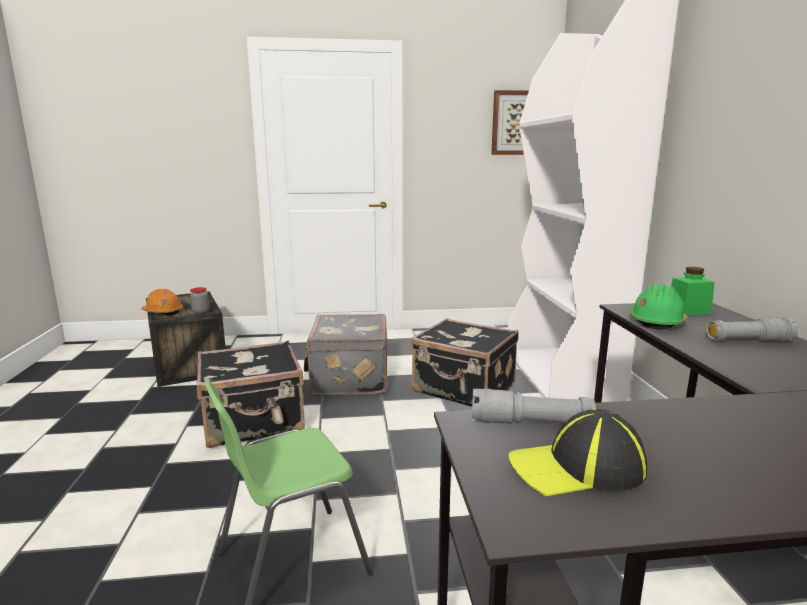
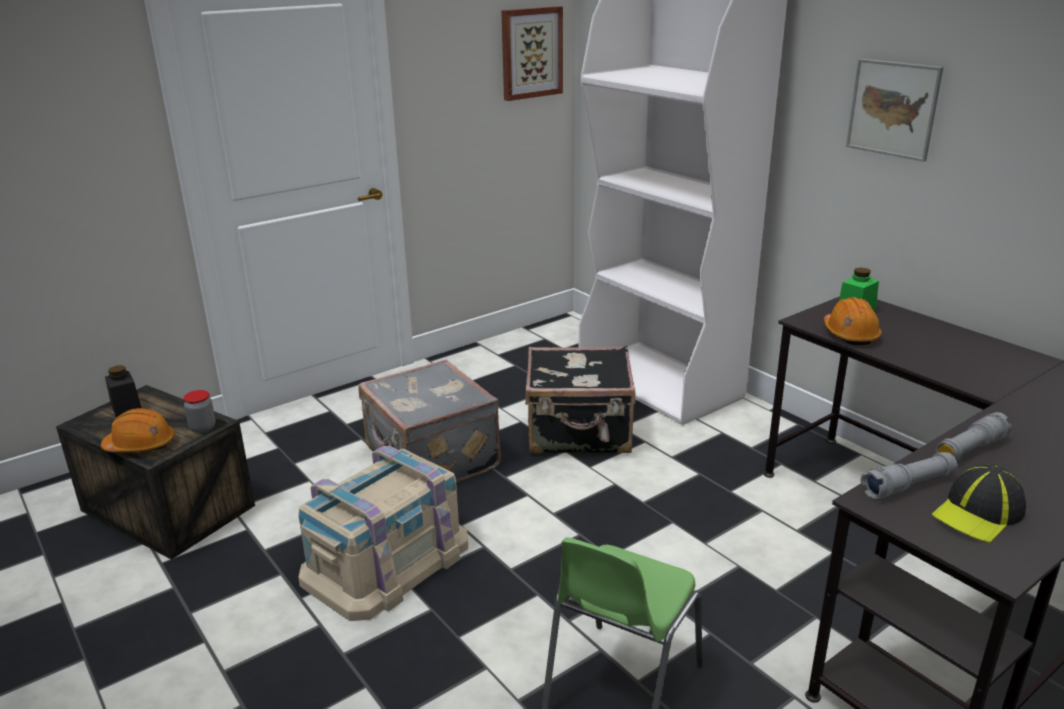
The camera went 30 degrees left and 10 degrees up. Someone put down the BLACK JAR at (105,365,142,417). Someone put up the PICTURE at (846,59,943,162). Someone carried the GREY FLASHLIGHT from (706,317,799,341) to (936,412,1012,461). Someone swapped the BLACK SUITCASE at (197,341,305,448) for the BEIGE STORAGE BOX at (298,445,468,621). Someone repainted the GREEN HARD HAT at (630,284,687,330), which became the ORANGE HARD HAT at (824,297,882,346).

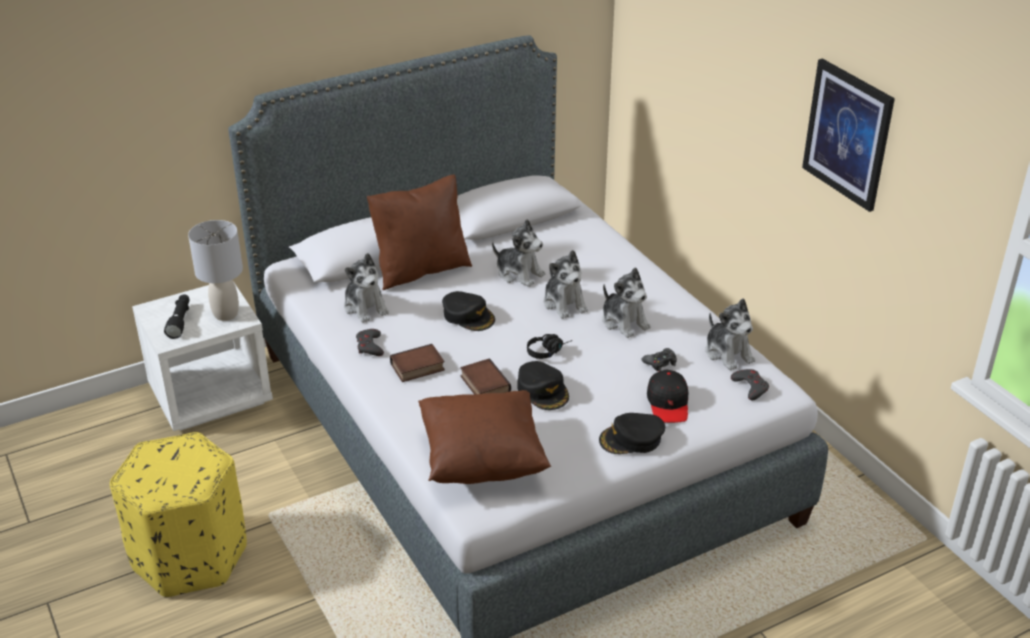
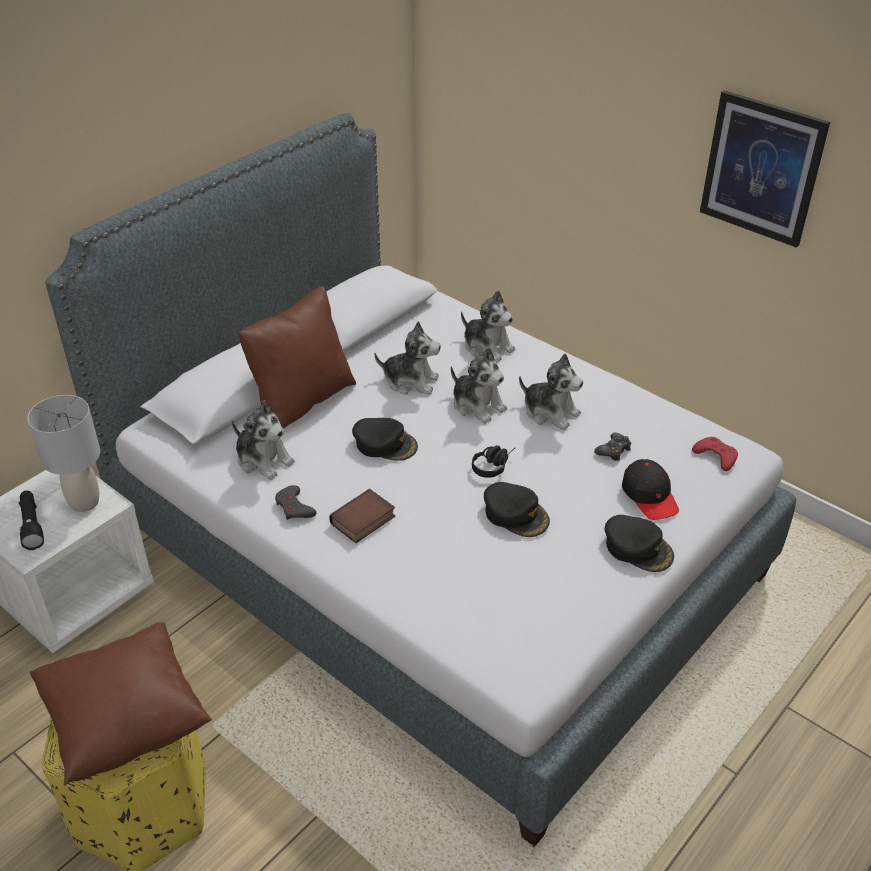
The camera went 20 degrees left and 5 degrees up. Someone took away the BOOK at (460,358,511,395). Someone carried the BROWN PILLOW from (418,390,551,484) to (30,622,212,786). Someone carried the PLUSH TOY from (706,299,755,370) to (461,290,515,363). Someone repainted the GREY GAME CONTROLLER at (731,369,769,401), which became the RED GAME CONTROLLER at (692,437,738,471). Someone rotated the BLACK CAP at (599,413,665,454) by 105 degrees counterclockwise.

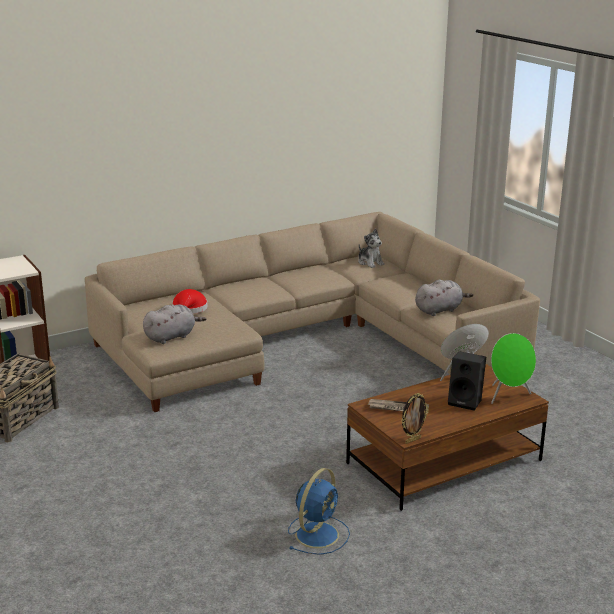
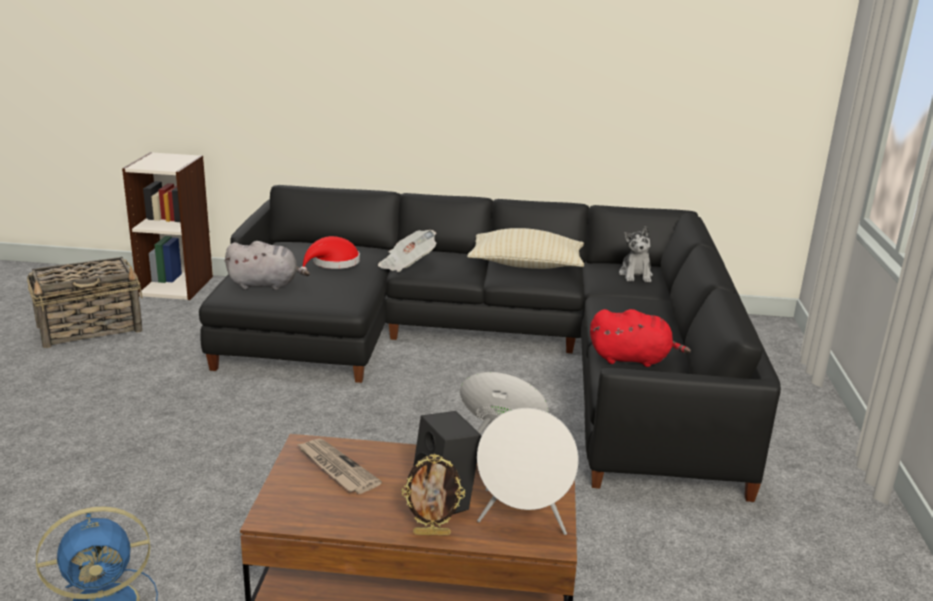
The camera went 35 degrees right and 0 degrees up. Someone put down the NEWSPAPER at (378,230,437,272). Someone put down the BEIGE PILLOW at (467,228,584,269). Someone carried the PICTURE FRAME from (401,393,429,444) to (402,454,465,536). Someone repainted the BEIGE SOFA at (85,212,540,412), which became the BLACK SOFA at (199,185,781,502). Someone repainted the GREY PLUSH TOY at (415,280,473,316), which became the RED PLUSH TOY at (590,309,691,367). Someone repainted the GREEN SPEAKER at (491,333,536,404), which became the WHITE SPEAKER at (477,408,579,535).

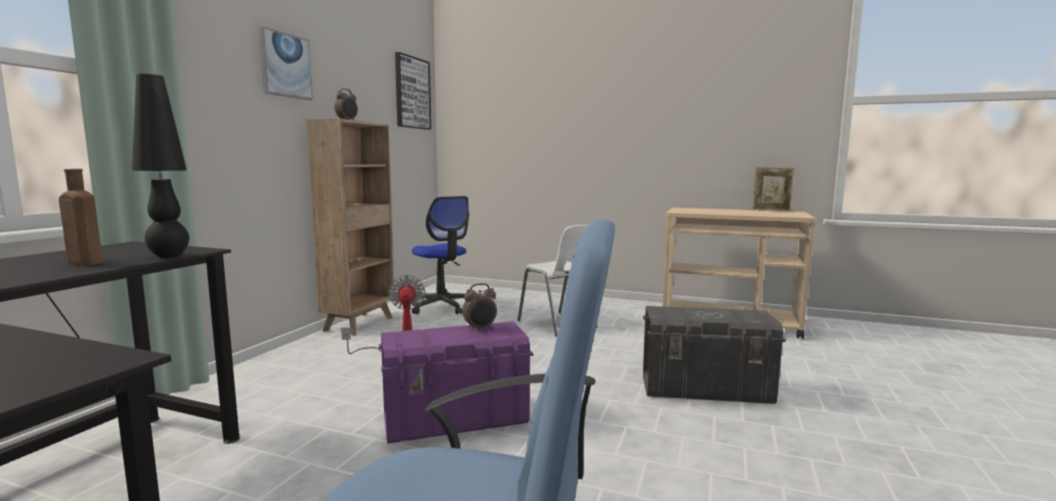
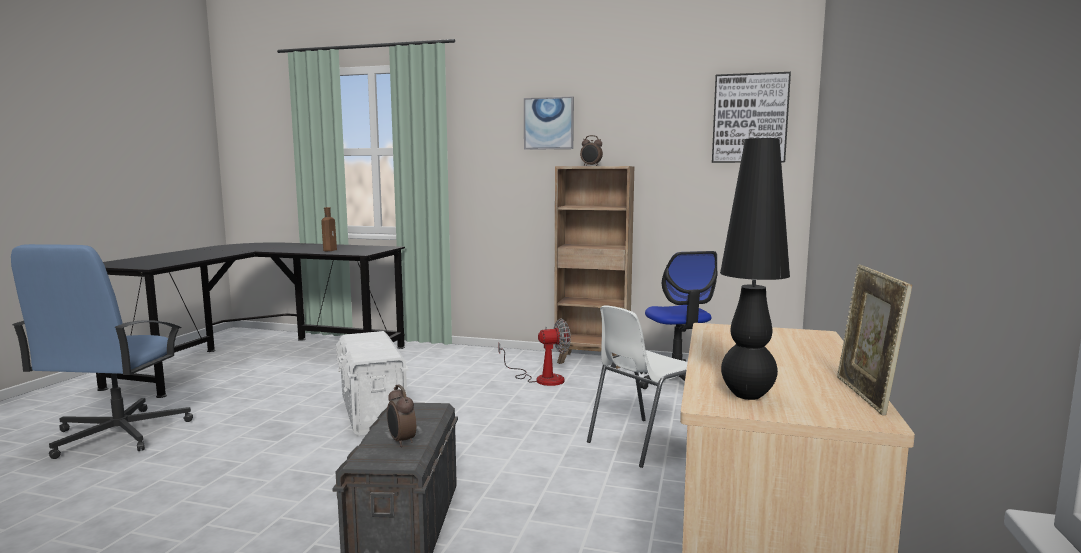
The camera went 85 degrees right and 0 degrees up. Someone carried the BLACK TABLE LAMP from (132,74,189,258) to (720,138,790,400). Someone carried the ALARM CLOCK from (462,283,497,331) to (387,384,416,447). Someone repainted the PURPLE STORAGE BOX at (379,321,533,444), which became the WHITE STORAGE BOX at (336,331,409,436). Someone rotated the OFFICE CHAIR at (411,196,469,314) by 60 degrees counterclockwise.

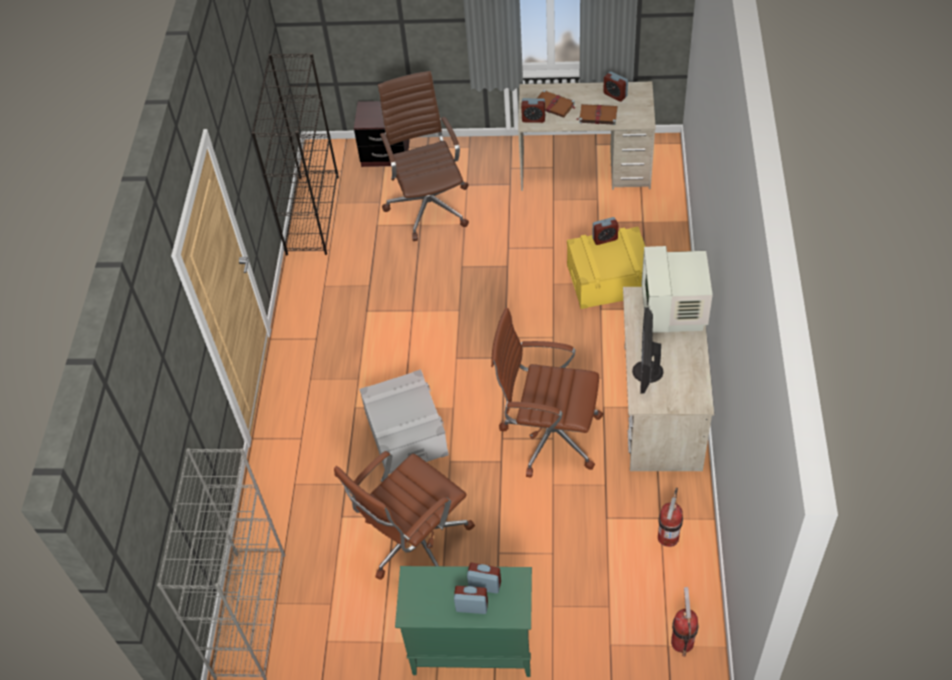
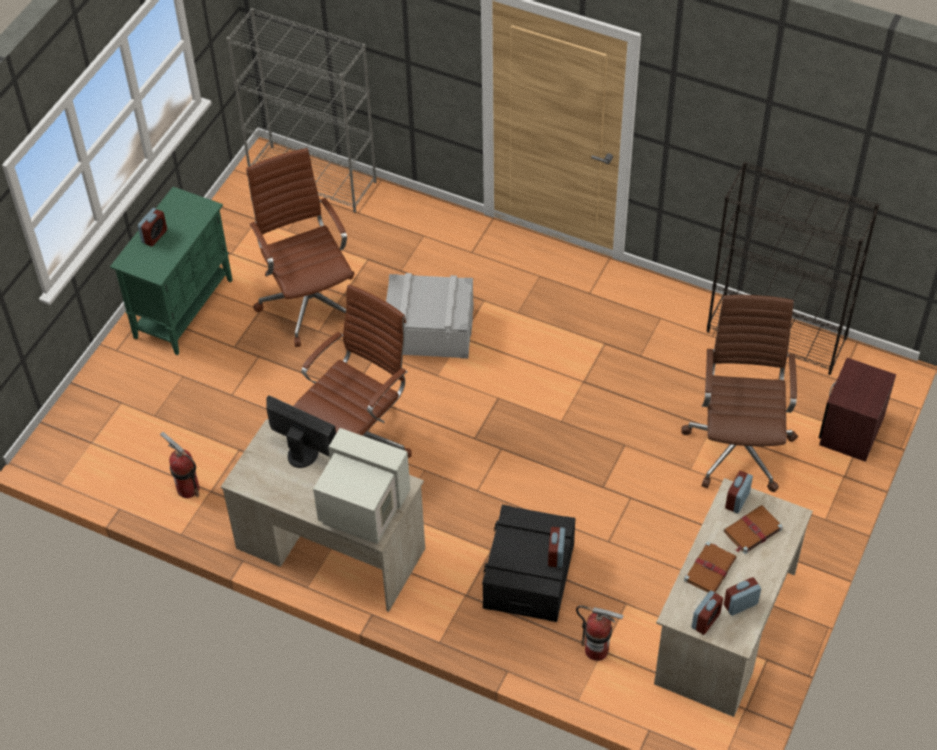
The camera went 110 degrees right and 0 degrees up. Someone carried the ALARM CLOCK from (467,563,501,594) to (692,590,723,635). Someone carried the FIRE EXTINGUISHER from (671,587,698,657) to (576,605,624,661). Someone repainted the YELLOW STORAGE BOX at (567,227,646,309), which became the BLACK STORAGE BOX at (482,505,575,622). Someone rotated the BROWN OFFICE CHAIR at (378,71,469,241) by 90 degrees counterclockwise.

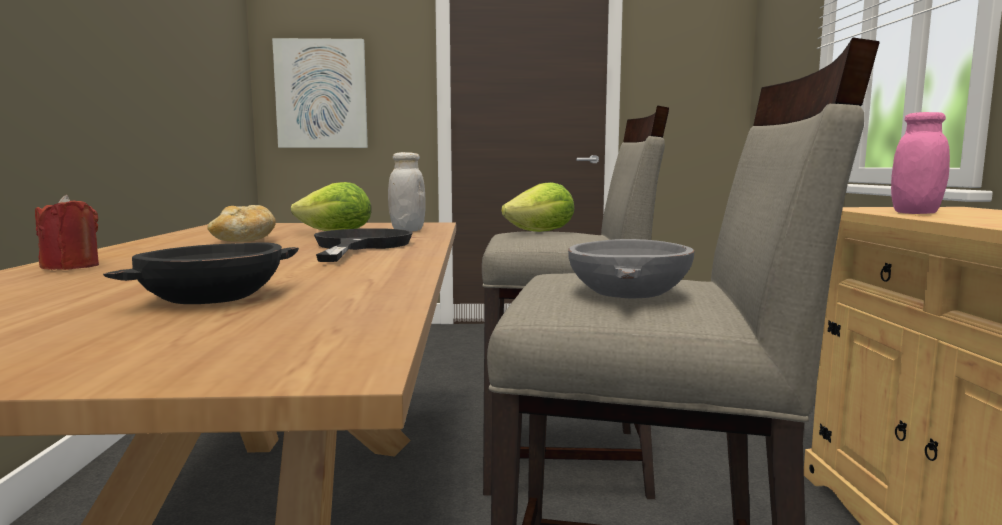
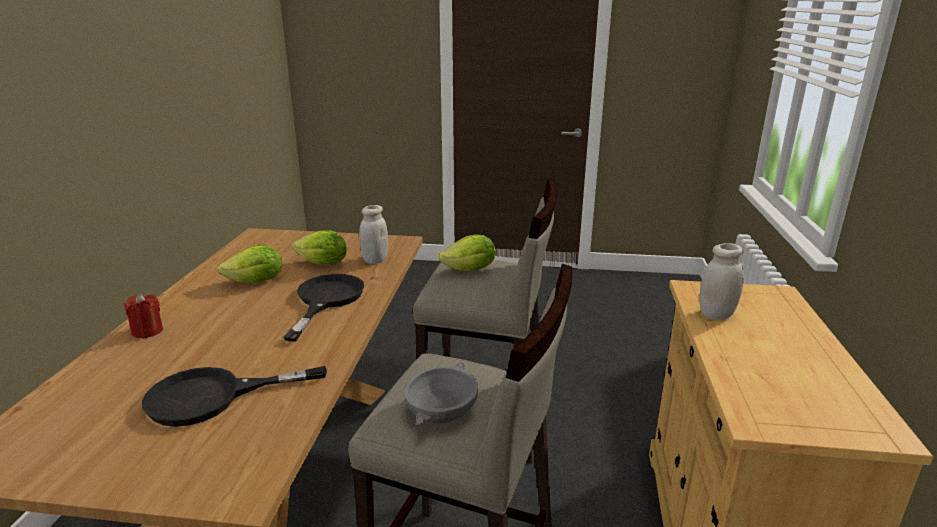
The camera went 10 degrees right and 15 degrees up. Someone took away the PICTURE at (272,38,368,148). Someone swapped the BLACK BOWL at (103,242,299,304) for the BLACK FRYING PAN at (142,366,327,427). Someone swapped the BREAD at (207,205,276,242) for the LETTUCE at (217,245,282,283). Someone repainted the PINK JAR at (891,112,950,214), which became the WHITE JAR at (699,243,744,320).

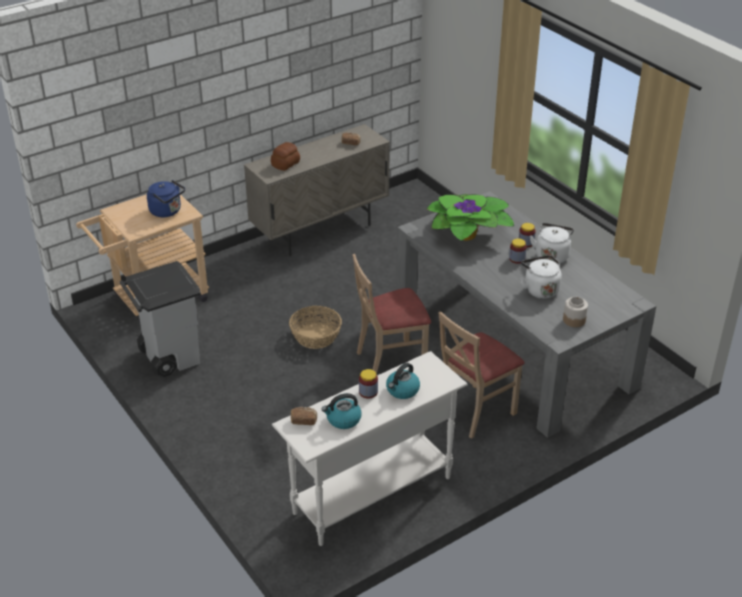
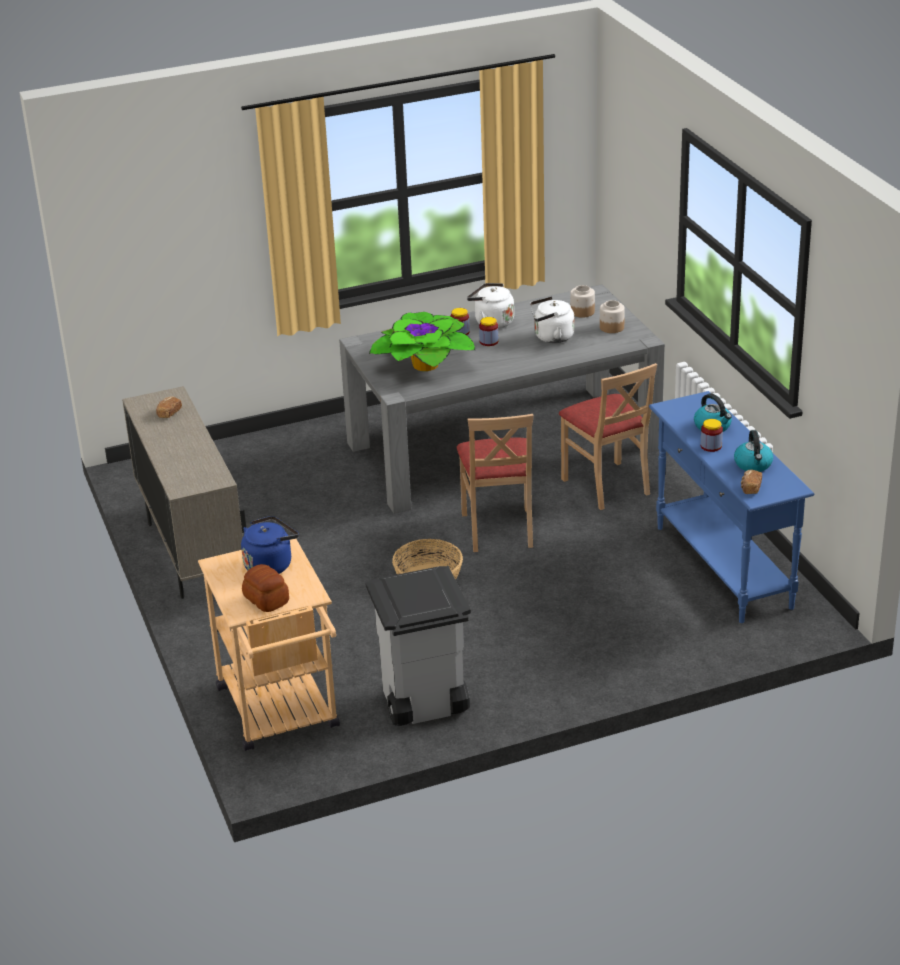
The camera went 75 degrees left and 5 degrees down. Someone put down the JAR at (570,285,595,318). Someone carried the BREAD from (271,142,300,171) to (242,564,289,612). Someone repainted the WHITE CONSOLE TABLE at (272,351,468,546), which became the BLUE CONSOLE TABLE at (649,391,814,623).

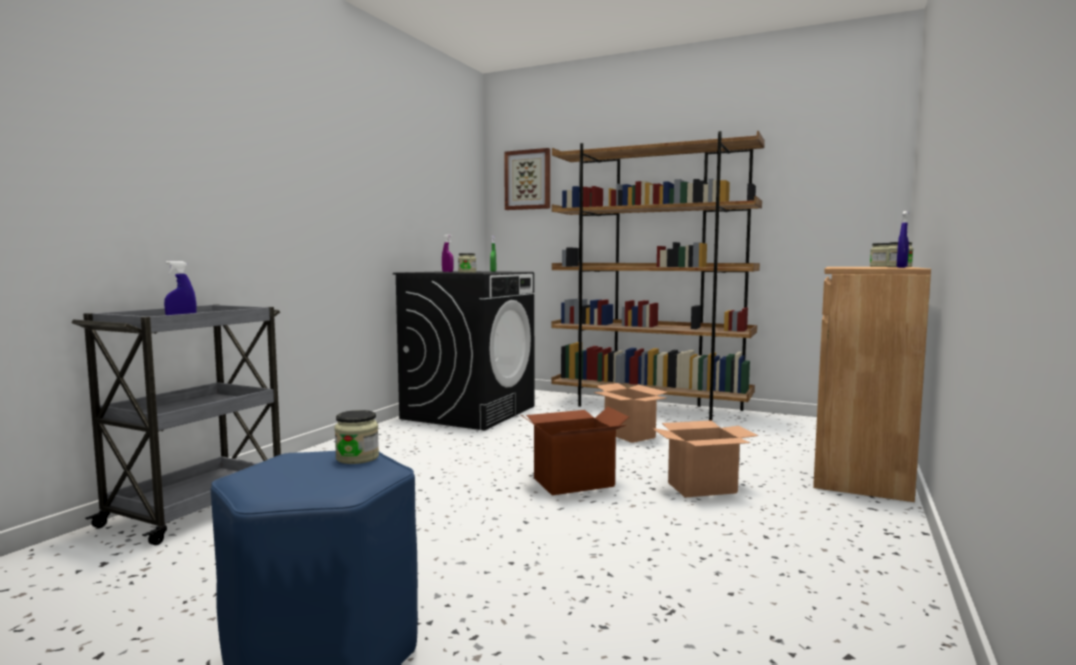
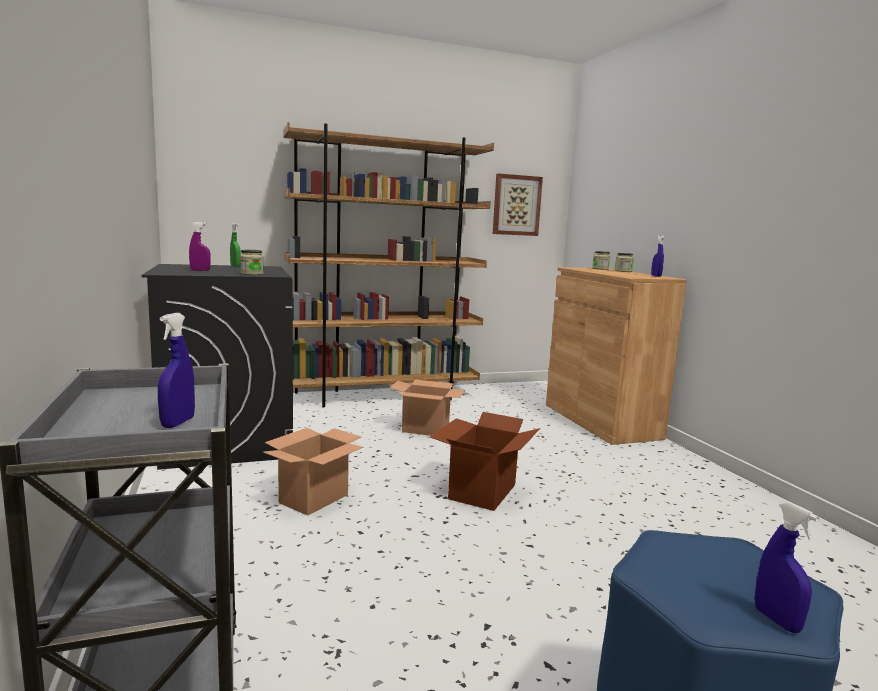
The camera went 45 degrees left and 5 degrees up. Someone took away the JAR at (335,410,379,464). Someone put down the BLUE SPRAY BOTTLE at (755,502,819,633). Someone carried the PICTURE from (504,148,550,210) to (493,173,543,236). Someone carried the CARDBOARD BOX from (652,420,758,498) to (263,428,364,516).

